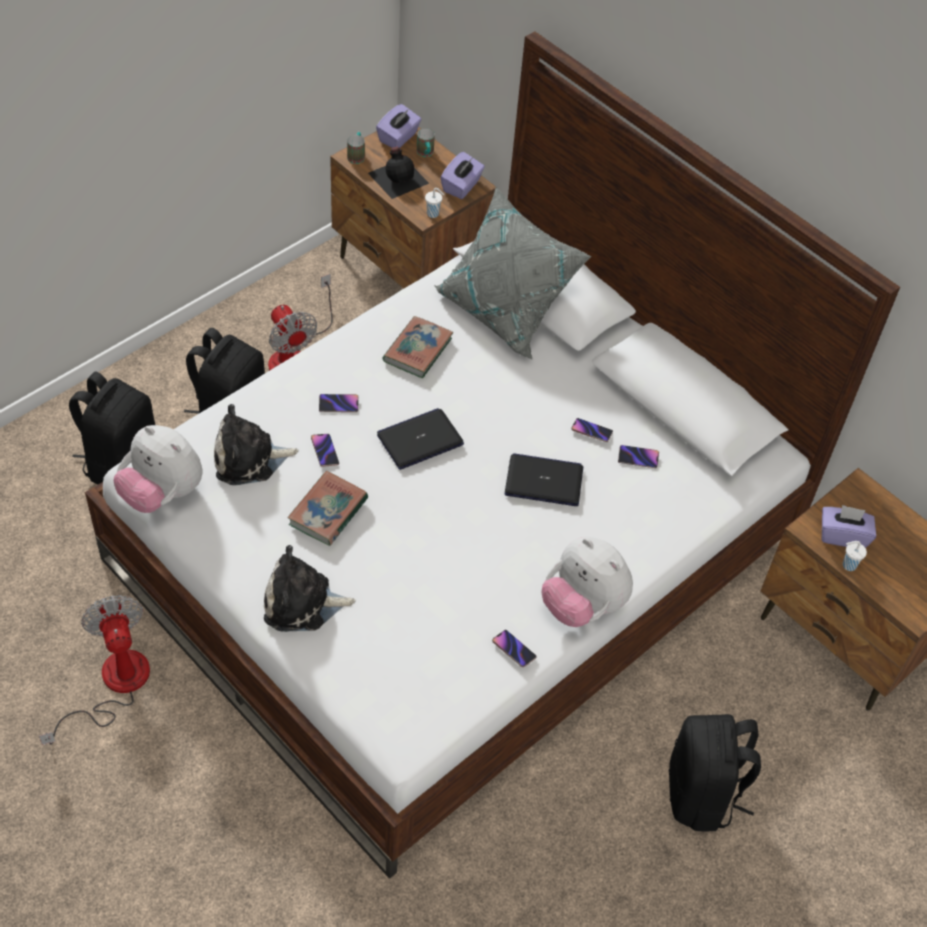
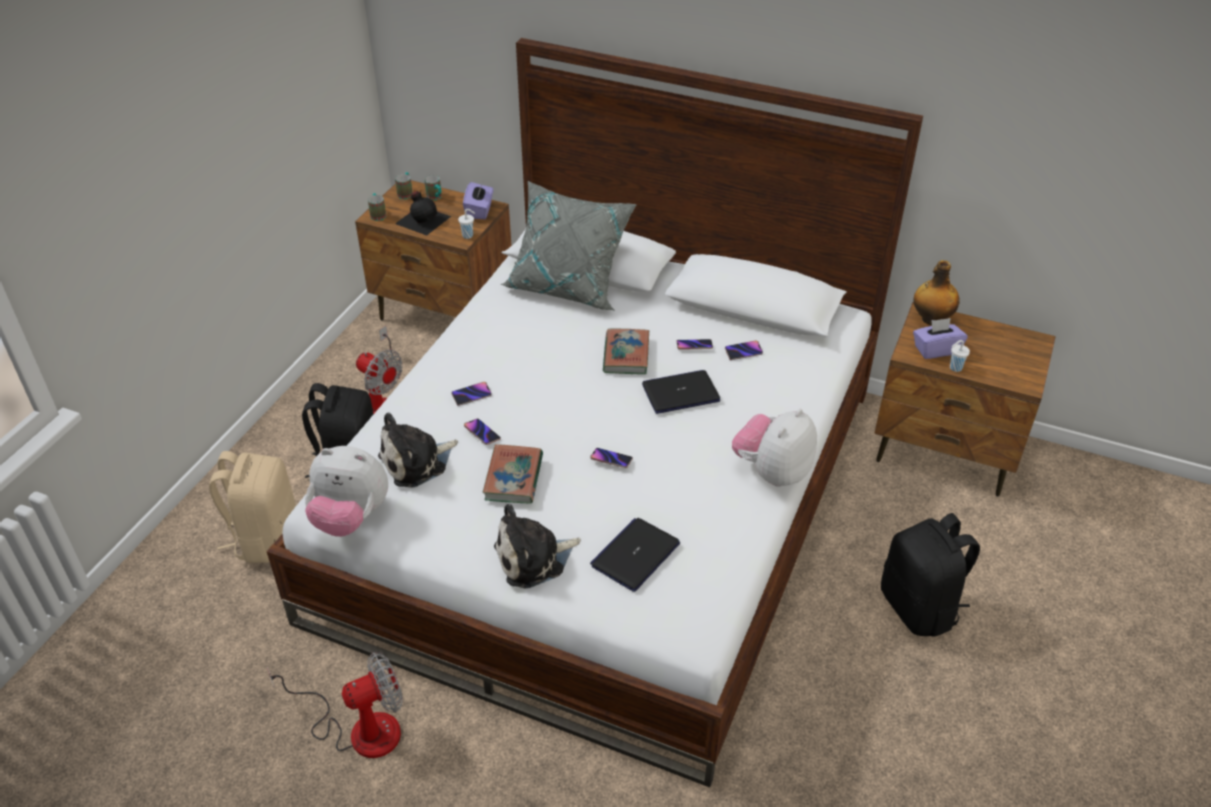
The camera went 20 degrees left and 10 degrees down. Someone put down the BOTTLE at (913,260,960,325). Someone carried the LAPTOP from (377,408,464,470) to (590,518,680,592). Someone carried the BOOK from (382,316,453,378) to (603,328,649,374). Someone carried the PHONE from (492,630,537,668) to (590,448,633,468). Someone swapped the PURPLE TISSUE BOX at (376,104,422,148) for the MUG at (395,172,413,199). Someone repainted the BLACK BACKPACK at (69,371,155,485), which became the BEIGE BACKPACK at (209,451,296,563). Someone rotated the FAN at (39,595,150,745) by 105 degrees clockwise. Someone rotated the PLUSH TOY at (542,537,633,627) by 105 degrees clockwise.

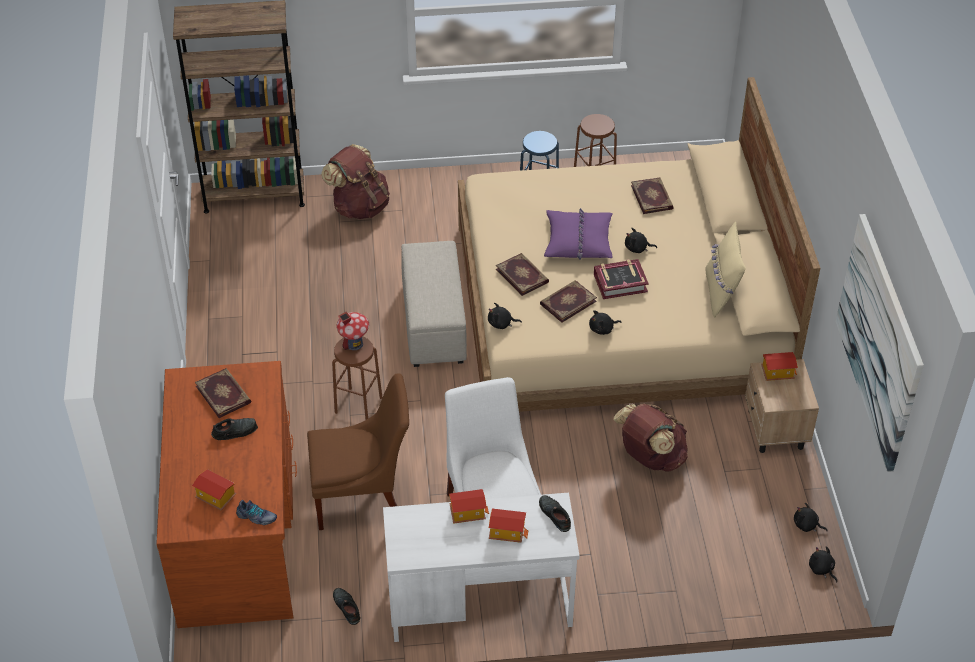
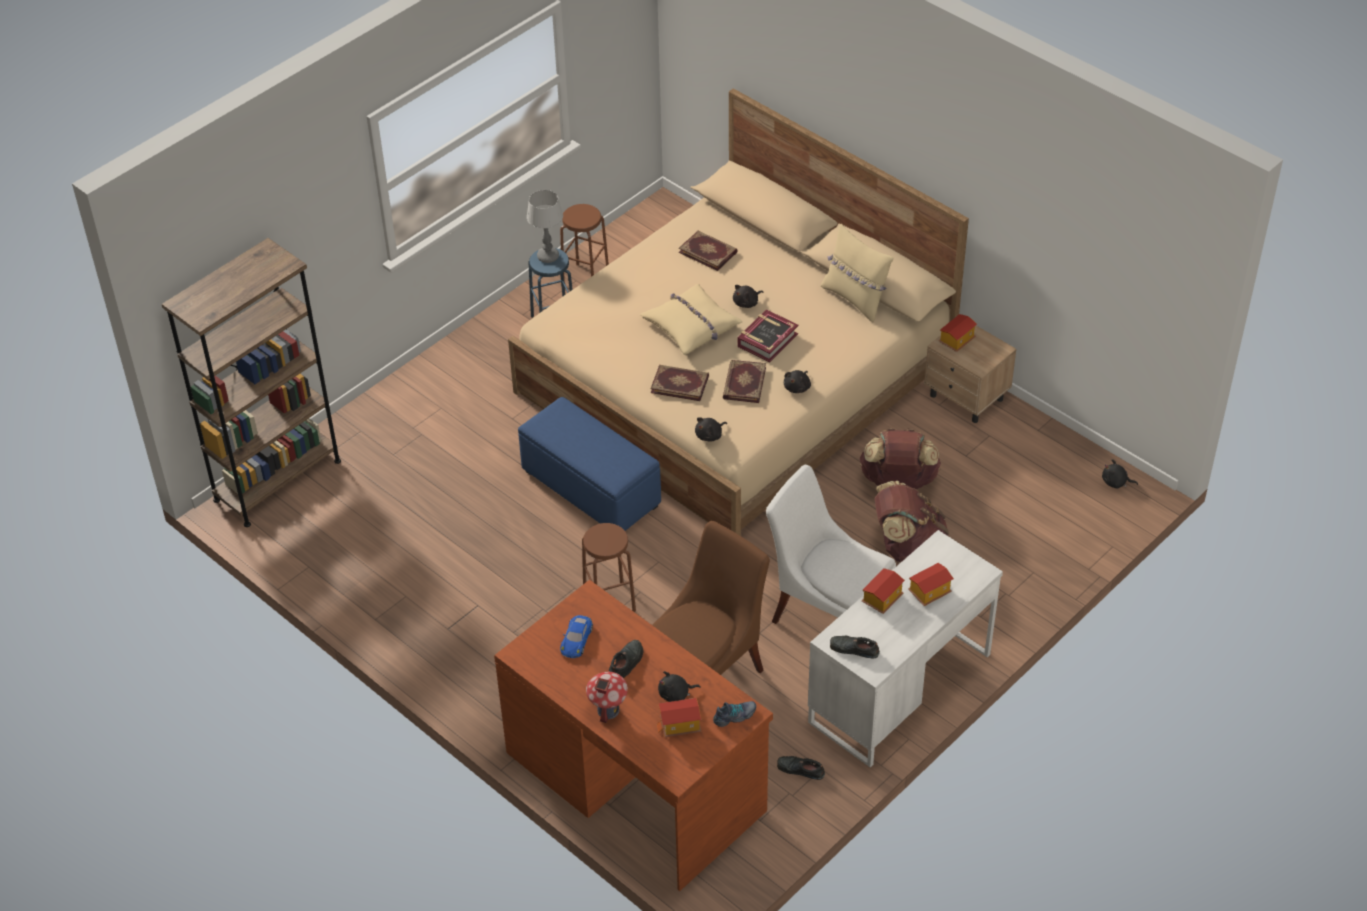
The camera went 40 degrees left and 0 degrees up. Someone took away the PICTURE at (835,214,924,472). Someone put down the TABLE LAMP at (527,190,563,263). Someone carried the BROWN BACKPACK from (321,144,390,219) to (875,481,949,563). Someone carried the TOY HOUSE from (336,311,369,350) to (586,672,628,723). Someone carried the BLACK SHOE from (539,495,571,532) to (830,636,880,659). Someone carried the BLACK PLUSH TOY from (794,503,828,532) to (658,671,701,702). Someone swapped the BOOK at (195,368,251,418) for the BLUE TOY CAR at (560,615,593,658). Someone repainted the BEIGE OTTOMAN at (401,241,467,367), which became the BLUE OTTOMAN at (518,397,661,531). Someone repainted the PURPLE PILLOW at (544,208,613,260), which became the BEIGE PILLOW at (640,284,742,355).

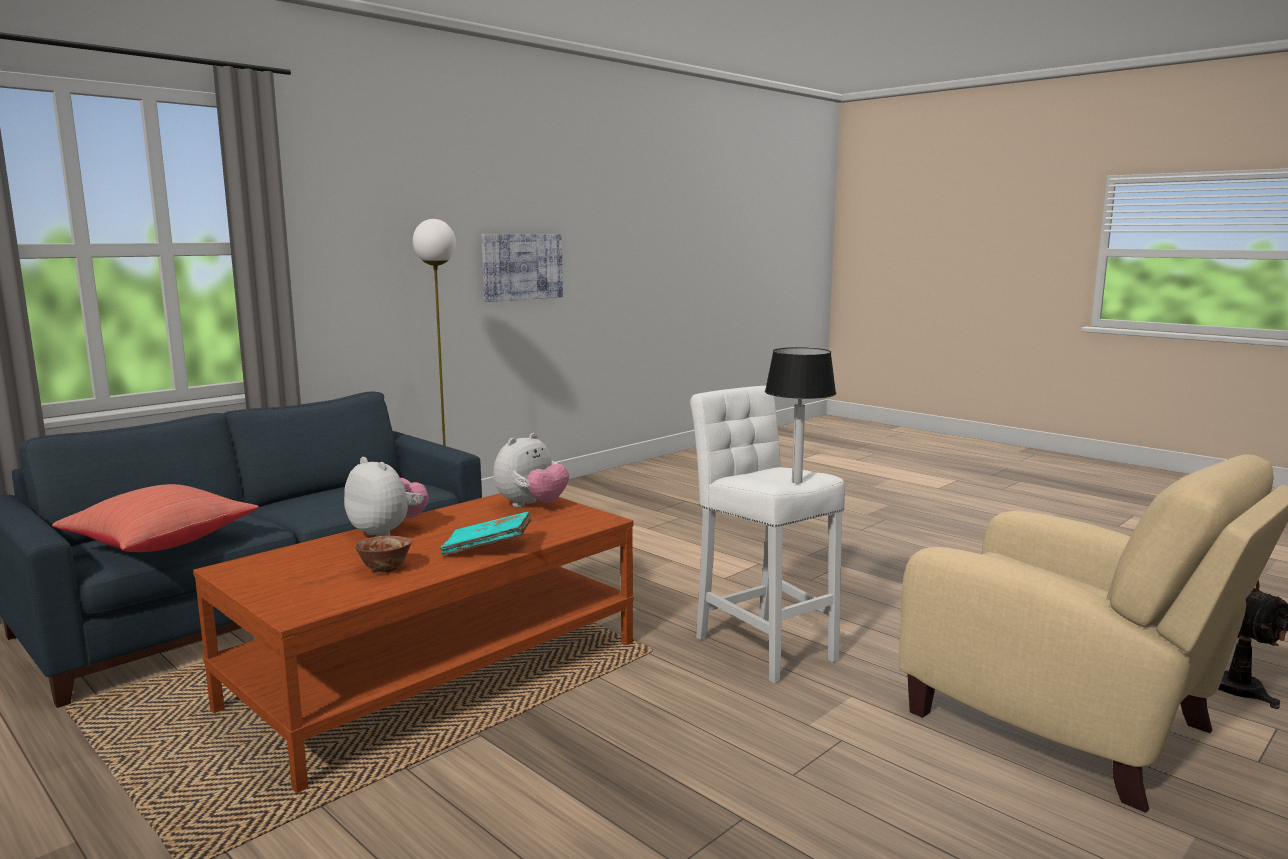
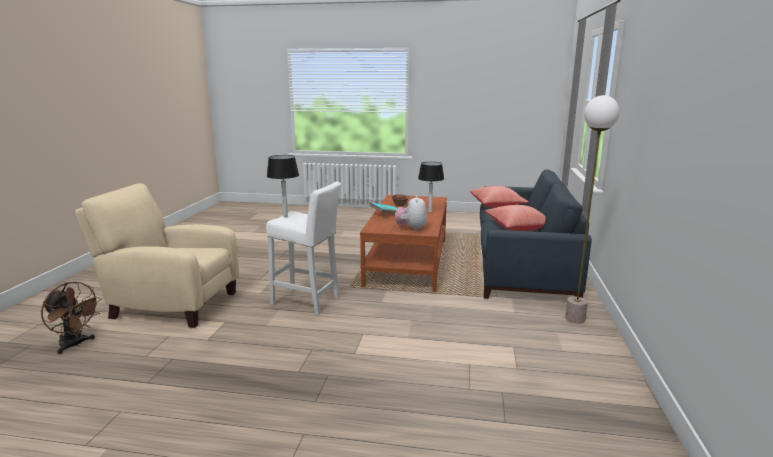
The camera went 145 degrees right and 5 degrees up. Someone took away the PICTURE at (482,234,563,302). Someone put down the RED PILLOW at (485,205,546,231). Someone swapped the PLUSH TOY at (344,457,429,537) for the TABLE LAMP at (418,162,444,212).

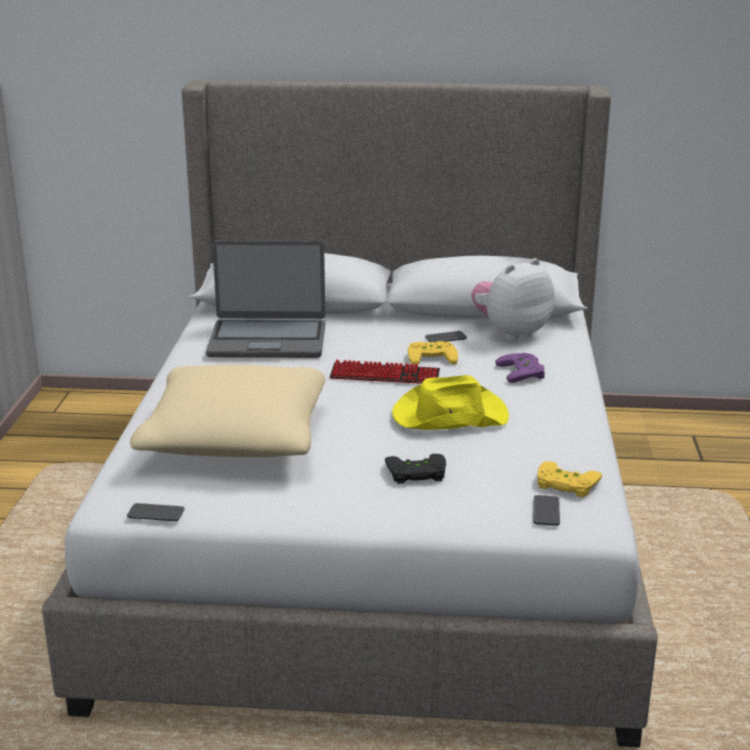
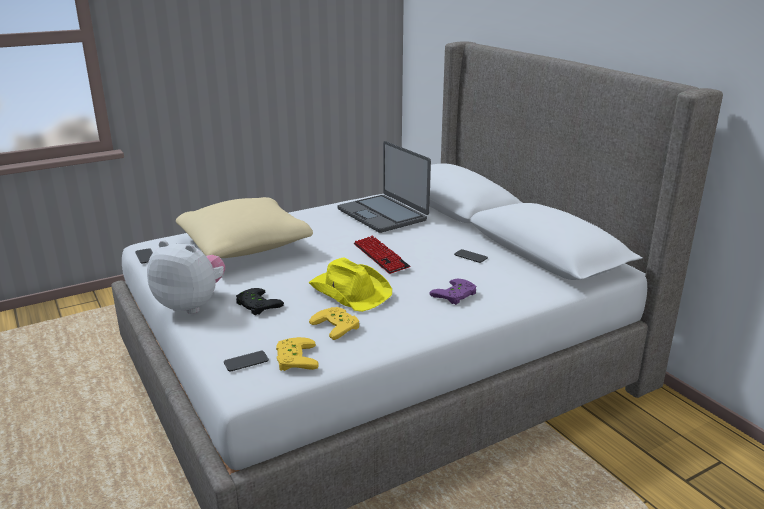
The camera went 55 degrees right and 0 degrees up. Someone carried the YELLOW GAME CONTROLLER from (408,341,458,366) to (309,307,359,340). Someone carried the PLUSH TOY from (471,258,554,341) to (147,240,225,314).

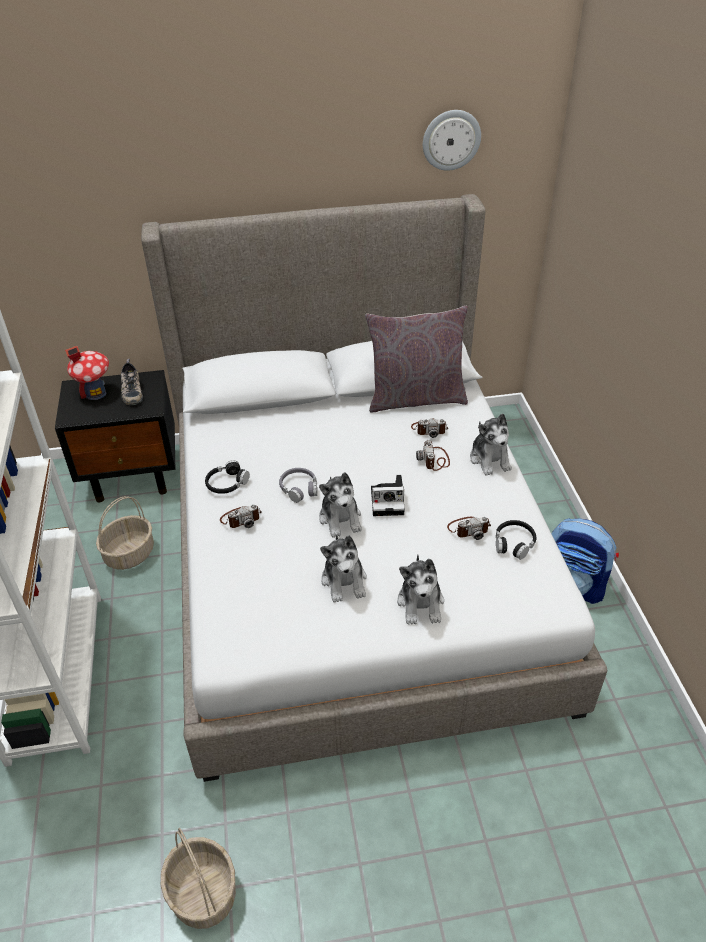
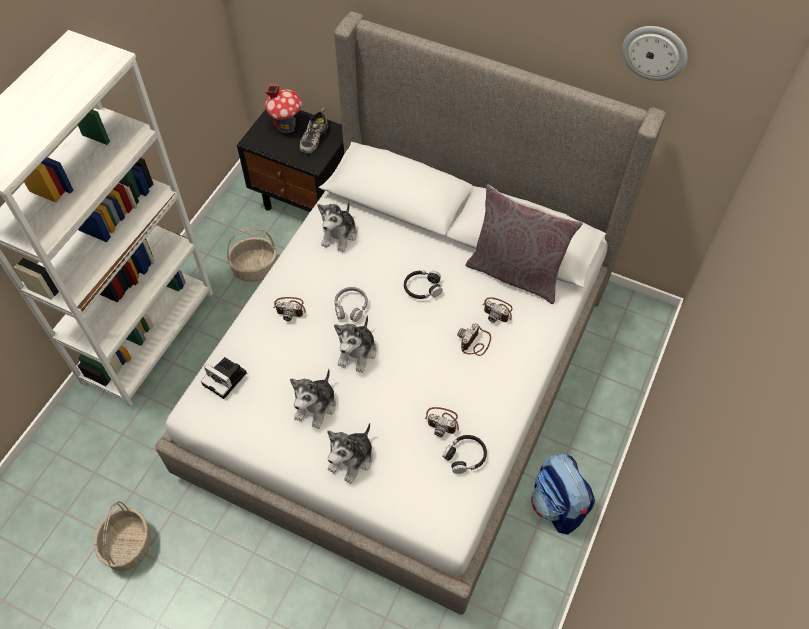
The camera went 35 degrees right and 15 degrees up. Someone carried the BLACK HEADPHONES from (205,460,250,494) to (404,270,443,299). Someone carried the PHOTO CAMERA from (371,475,405,516) to (201,357,247,399). Someone carried the PLUSH TOY from (470,413,512,476) to (317,201,357,252).

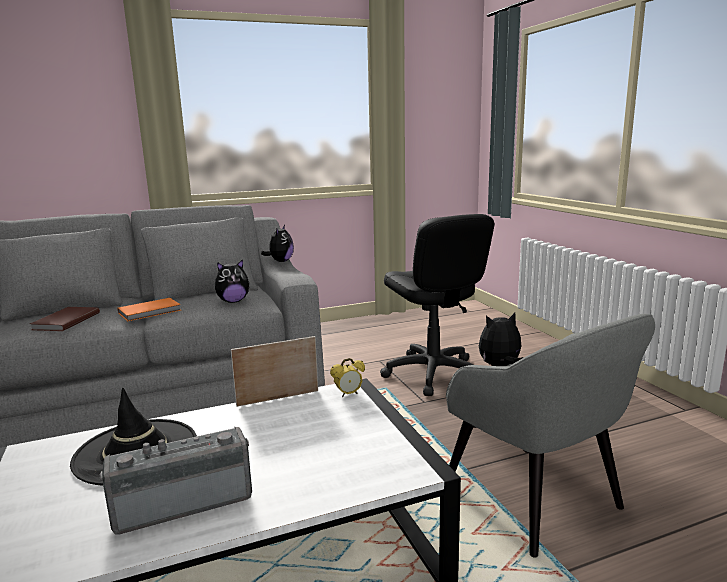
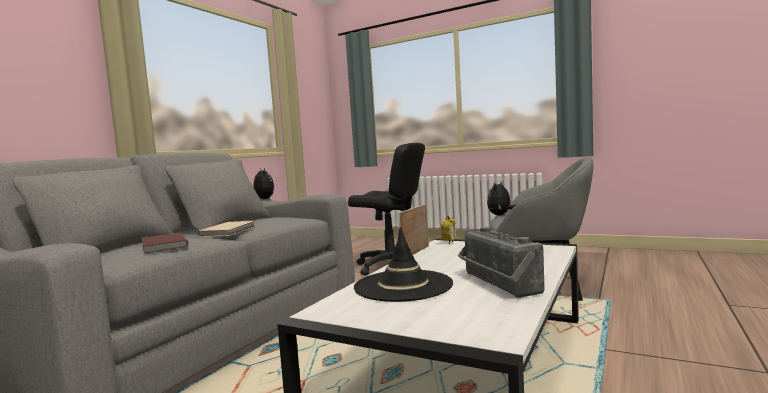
The camera went 40 degrees left and 10 degrees down. Someone took away the PLUSH TOY at (215,259,250,303). Someone repainted the ORANGE BOOK at (117,298,181,321), which became the BEIGE BOOK at (197,221,255,237). Someone rotated the RADIO at (100,427,252,535) by 45 degrees counterclockwise.

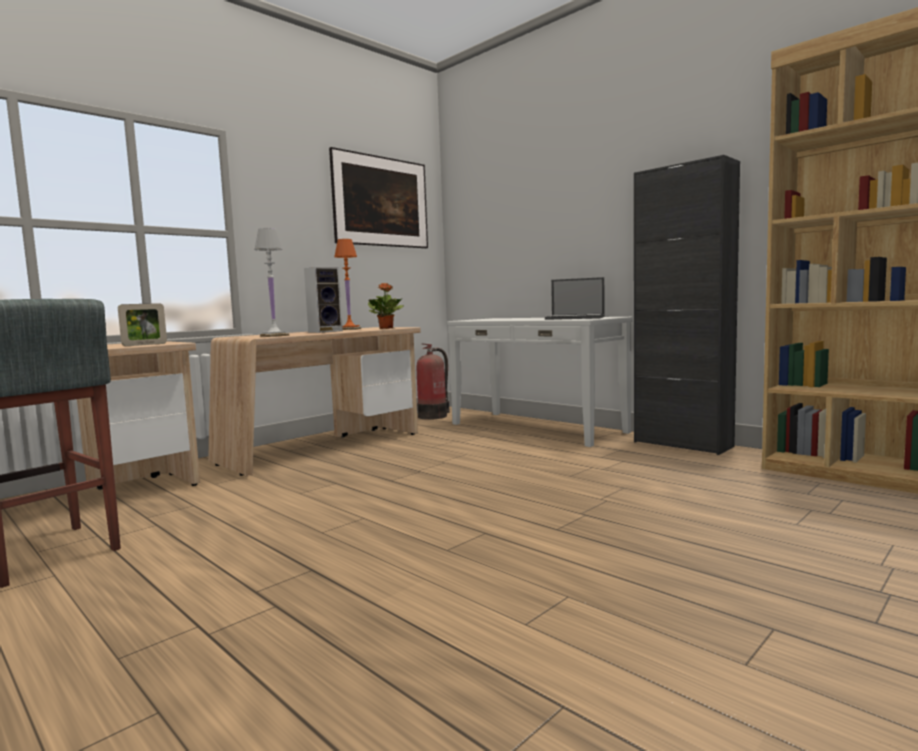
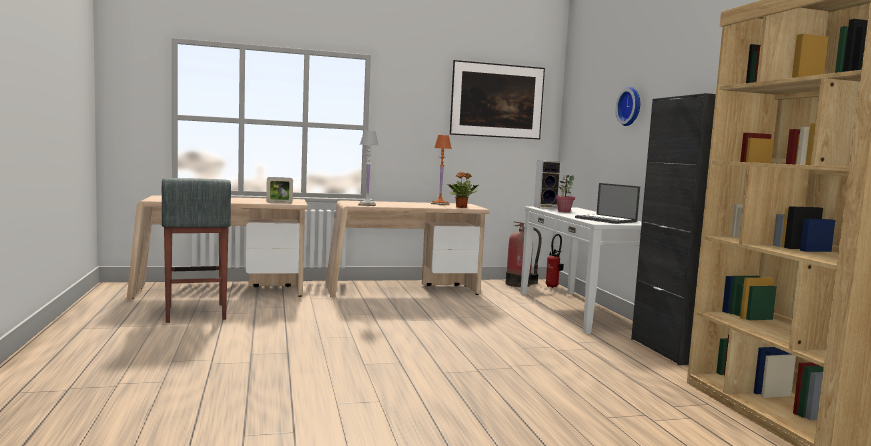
The camera went 30 degrees right and 0 degrees up. Someone put down the FIRE EXTINGUISHER at (546,234,564,288). Someone put down the POTTED PLANT at (555,175,575,213). Someone put up the WALL CLOCK at (616,87,640,126). Someone carried the SPEAKER from (304,267,343,333) to (534,160,561,209).

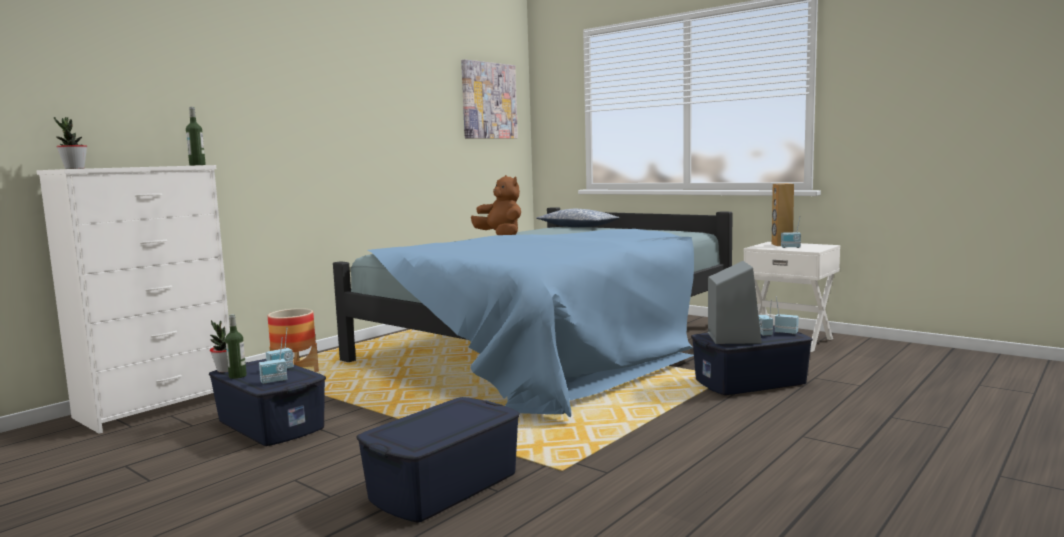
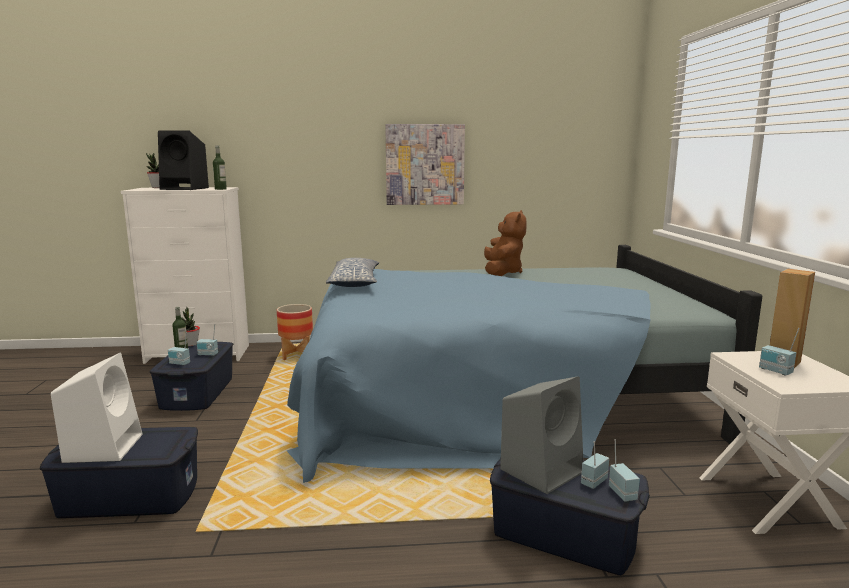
The camera went 45 degrees right and 5 degrees up. Someone put down the WHITE SPEAKER at (51,353,143,463). Someone put down the BLACK SPEAKER at (158,130,209,190). Someone carried the PICTURE from (461,59,518,139) to (385,124,465,205). Someone carried the PILLOW from (536,209,620,227) to (326,258,379,287).

